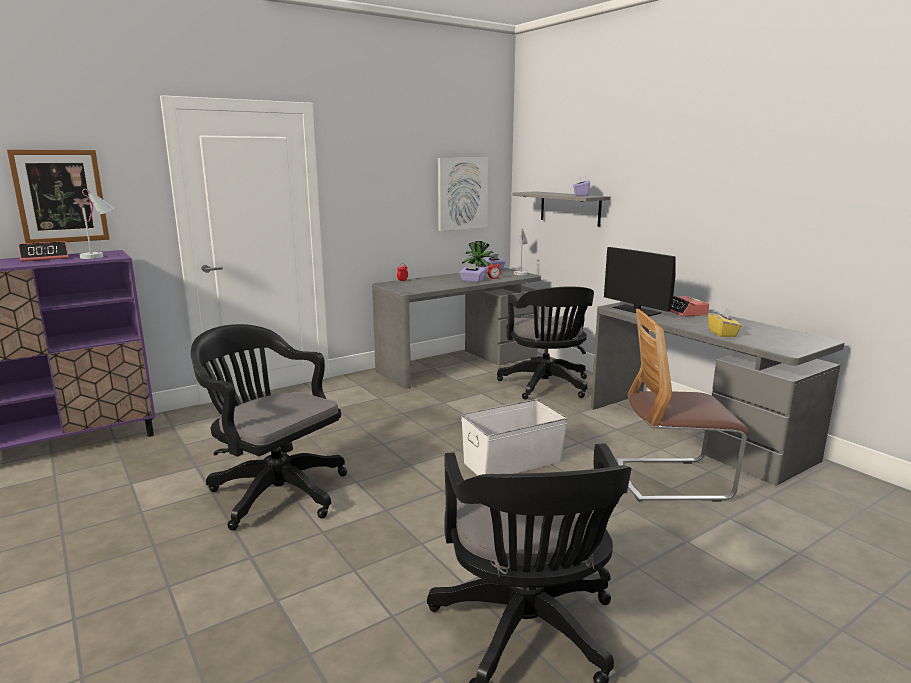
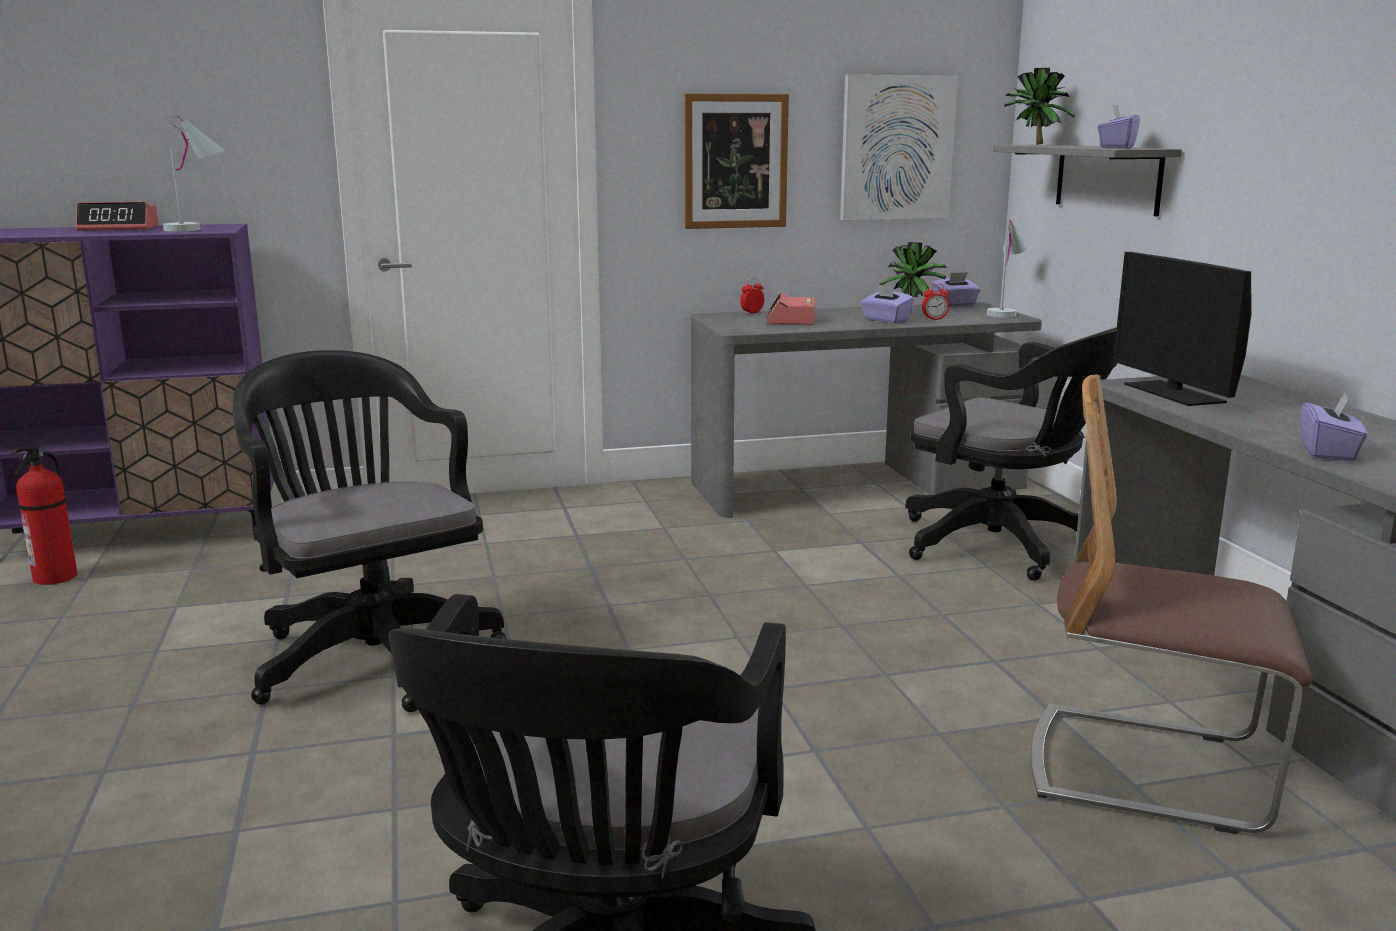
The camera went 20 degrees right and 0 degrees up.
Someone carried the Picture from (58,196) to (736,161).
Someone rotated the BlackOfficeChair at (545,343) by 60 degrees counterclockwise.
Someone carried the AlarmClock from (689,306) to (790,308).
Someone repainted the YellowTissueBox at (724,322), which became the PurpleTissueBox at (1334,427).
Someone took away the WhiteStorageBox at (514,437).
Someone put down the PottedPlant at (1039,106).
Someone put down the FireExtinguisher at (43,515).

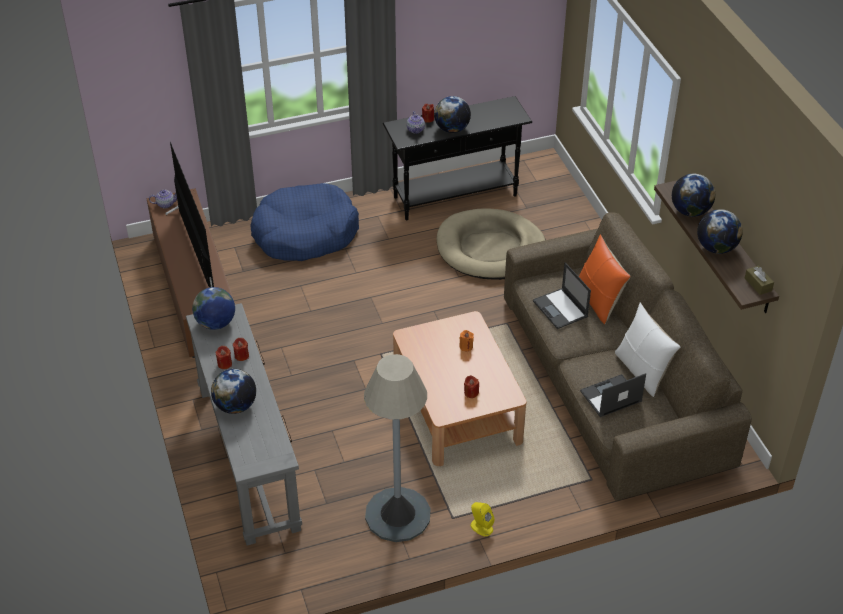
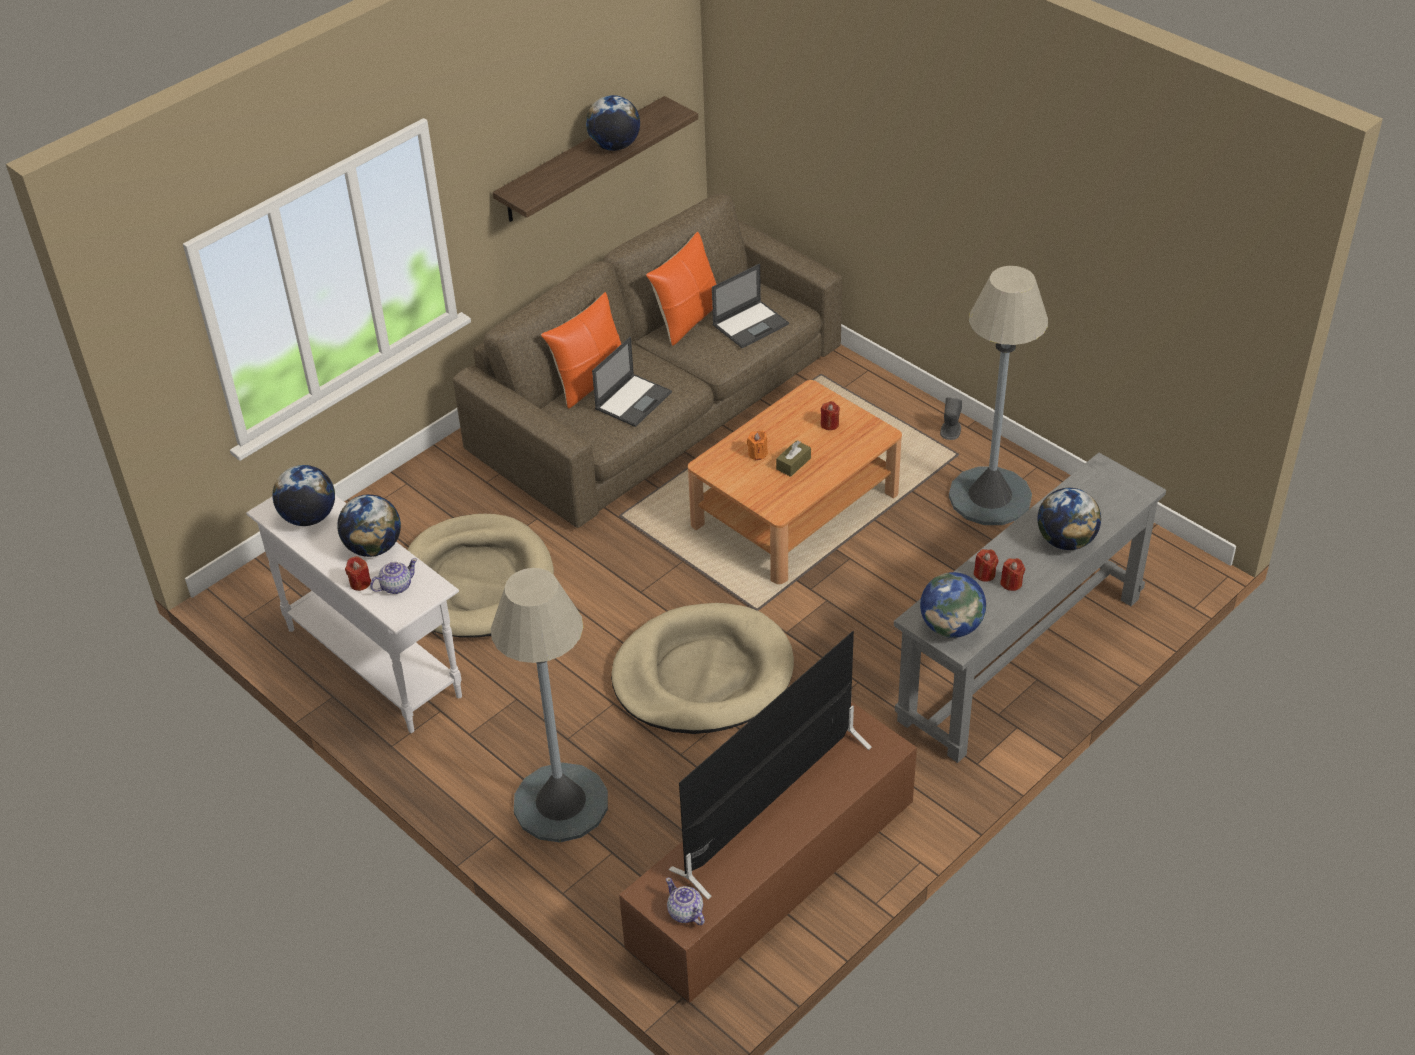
The camera went 115 degrees left and 0 degrees up.
Someone repainted the BlackConsoleTable at (457,158), which became the WhiteConsoleTable at (354,614).
Someone carried the Globe from (693,195) to (303,495).
Someone swapped the BlueDogBed at (305,222) for the GreyFloorLamp at (549,705).
Someone carried the BrownTissueBox from (759,280) to (793,458).
Someone repainted the WhitePillow at (648,350), which became the OrangePillow at (681,288).
Someone rotated the Laptop at (613,395) by 75 degrees counterclockwise.
Someone repainted the YellowSpeaker at (482,519), which became the GreySpeaker at (951,418).
Someone put down the BeigeDogBed at (702,668).

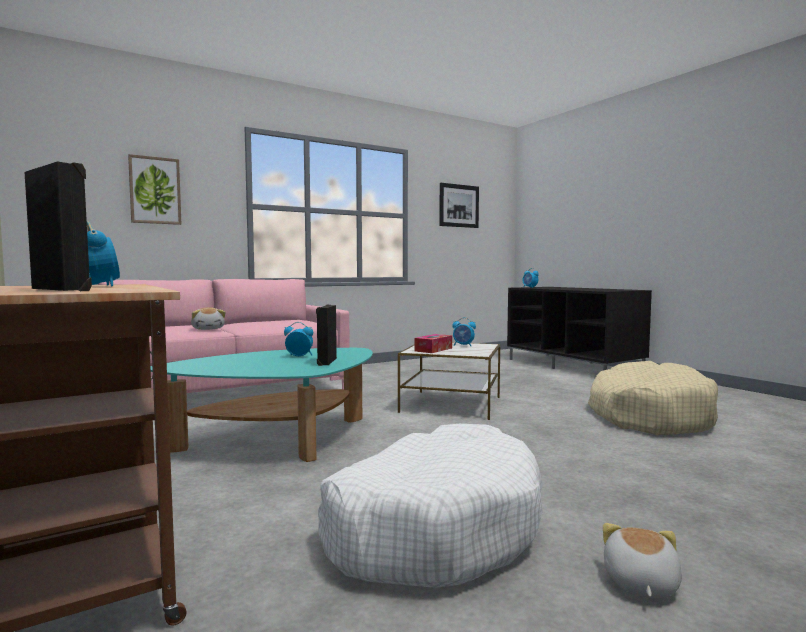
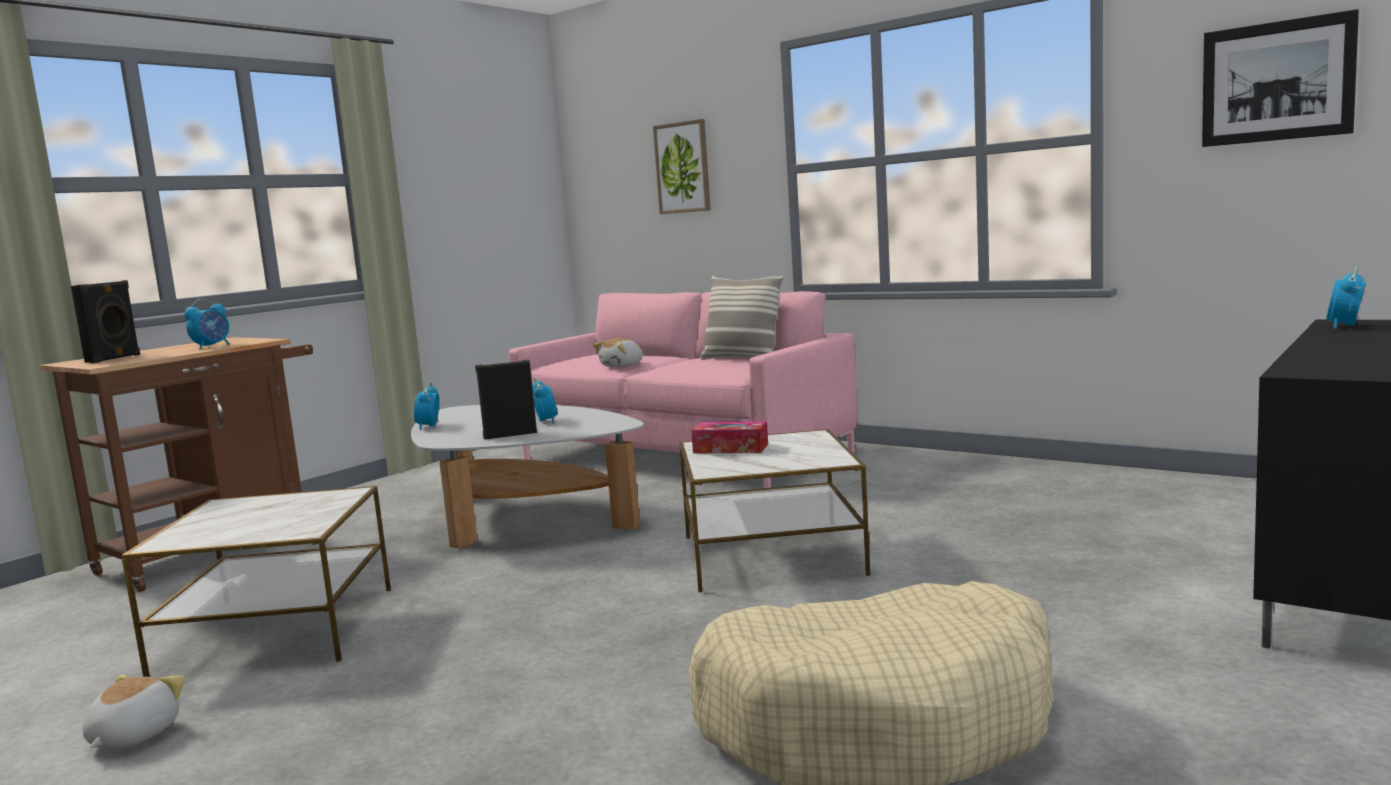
The camera went 70 degrees right and 5 degrees up.
Someone carried the AlarmClock from (464,331) to (426,406).
Someone repainted the TurquoiseCoffeeTable at (261,405), which became the WhiteCoffeeTable at (527,476).
Someone swapped the WhiteDogBed at (430,506) for the SideTable at (256,581).
Someone rotated the PlushToy at (642,560) by 75 degrees counterclockwise.
Someone put down the Pillow at (741,317).

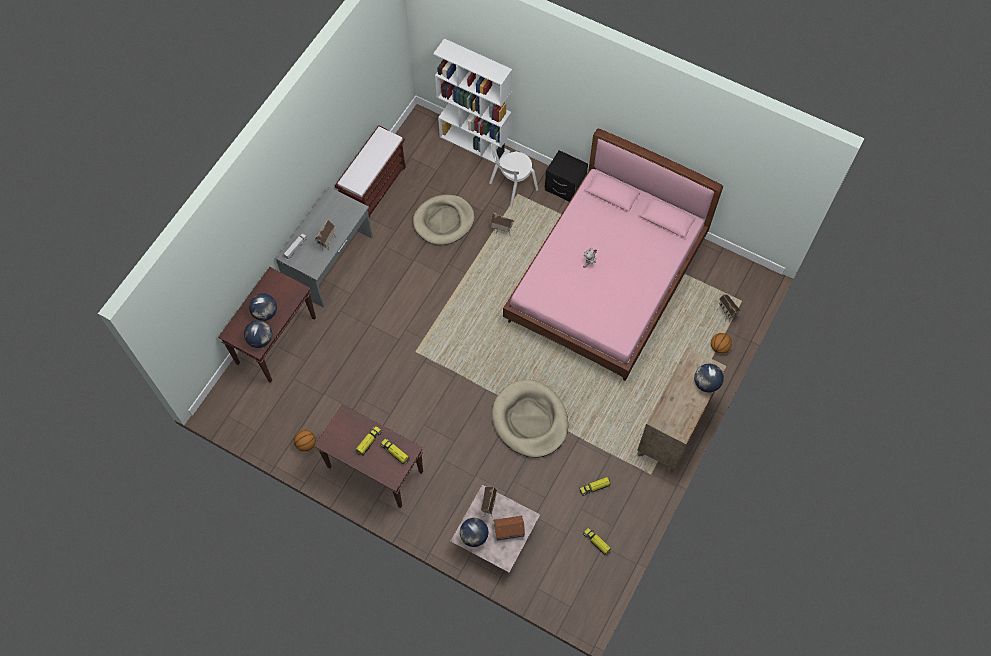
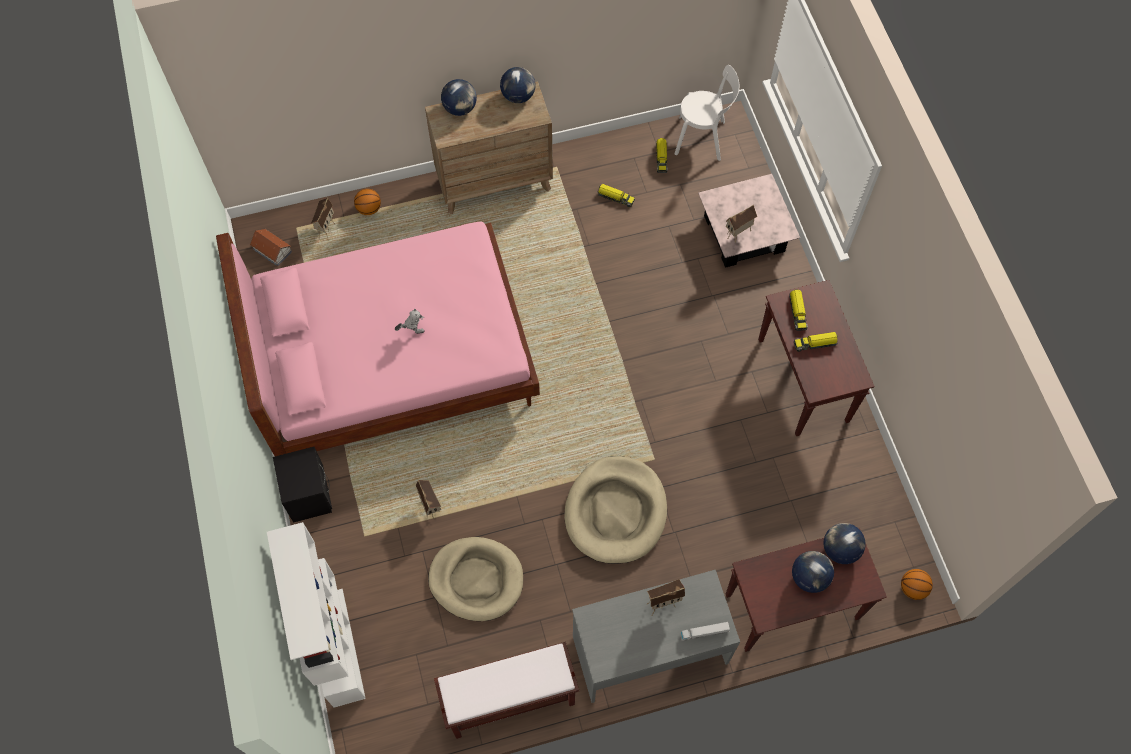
The camera went 135 degrees left and 0 degrees up.
Someone carried the WhiteChair from (513,175) to (706,113).
Someone carried the BeigeDogBed from (530,418) to (615,510).
Someone carried the Basketball from (305,441) to (917,584).
Someone carried the ToyHouse from (509,528) to (271,247).
Someone carried the Globe from (474,532) to (518,85).

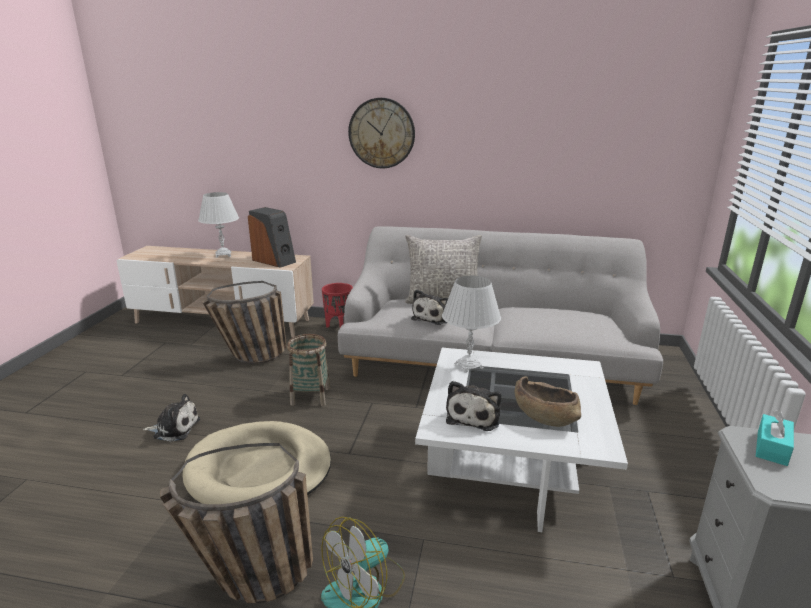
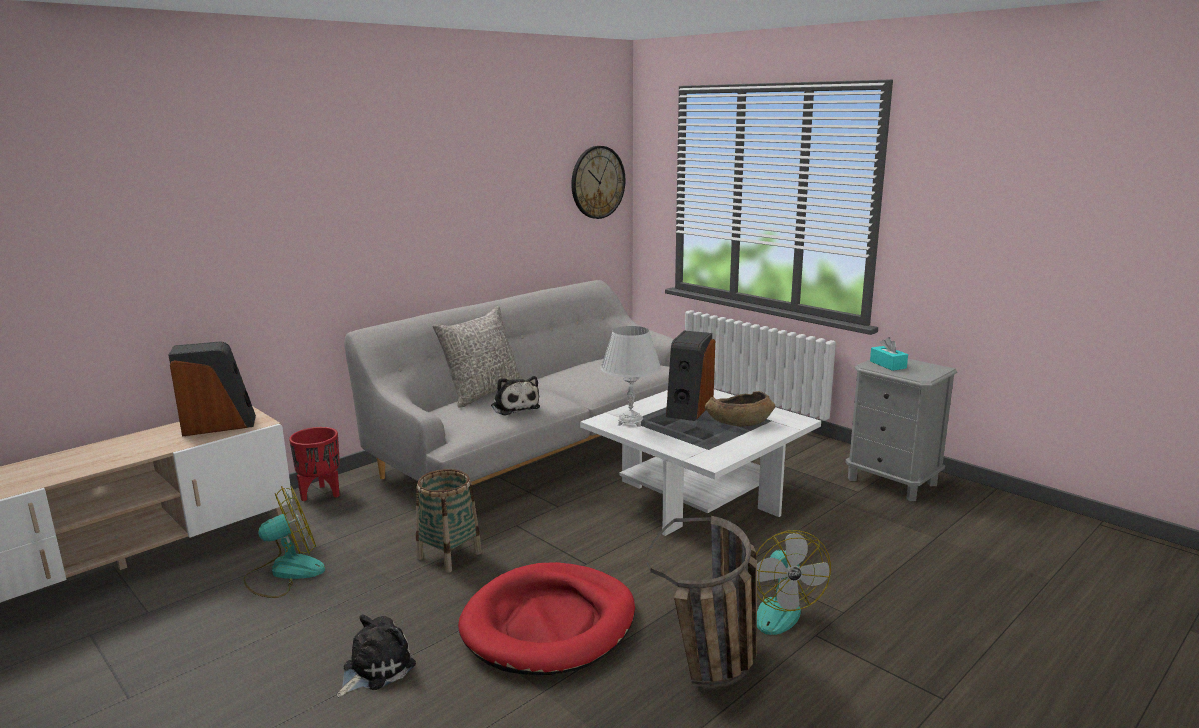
The camera went 55 degrees left and 5 degrees down.
Someone carried the WallClock from (381,133) to (598,182).
Someone took away the WhiteTableLamp at (218,225).
Someone swapped the Basket at (244,322) for the Fan at (284,542).
Someone took away the PlushToy at (473,406).
Someone repainted the BeigeDogBed at (256,462), which became the RedDogBed at (546,618).
Someone put down the Speaker at (690,376).

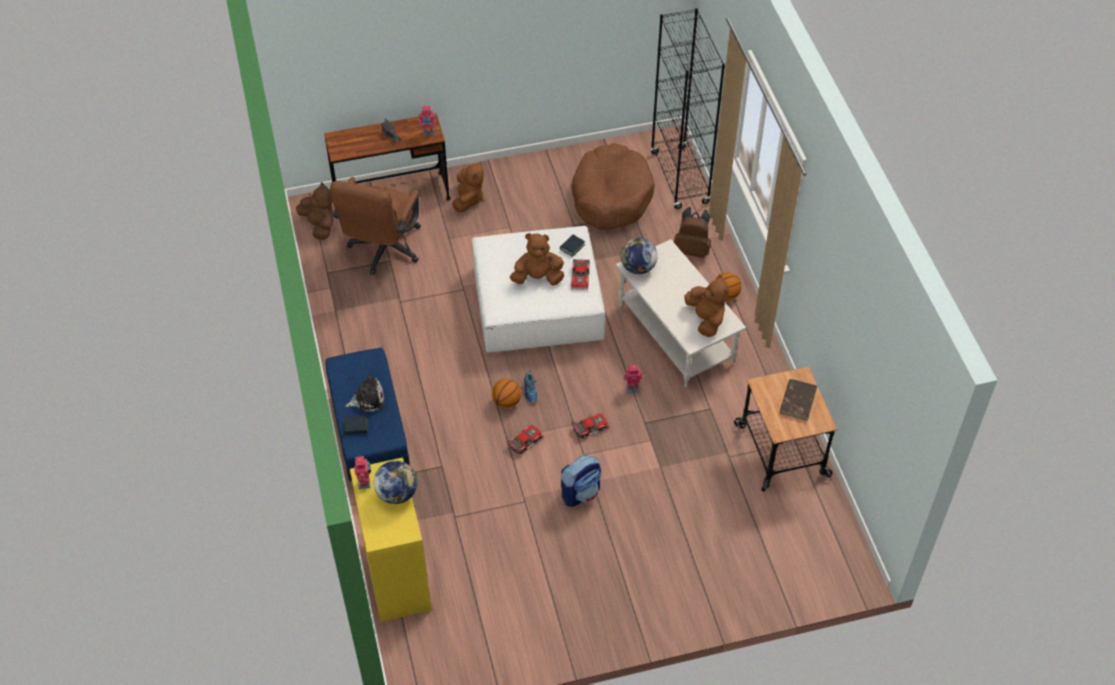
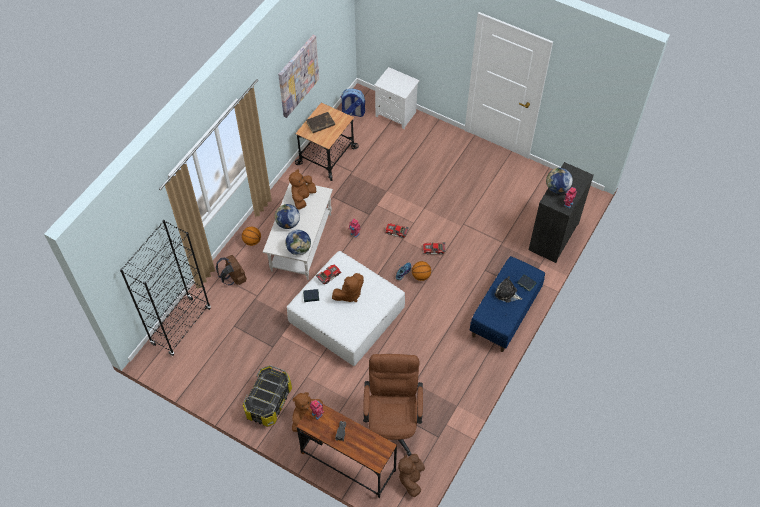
The camera went 135 degrees left and 5 degrees up.
Someone took away the BrownDogBed at (613,186).
Someone rotated the BrownOfficeChair at (375,226) by 60 degrees counterclockwise.
Someone rotated the BrownPlushToy at (537,259) by 75 degrees counterclockwise.
Someone carried the Backpack from (581,481) to (352,103).
Someone repainted the YellowDresser at (391,540), which became the BlackDresser at (561,212).
Someone put up the Picture at (298,76).
Someone put down the WhiteNightstand at (397,98).
Someone put down the Globe at (287,216).
Someone put down the StorageBox at (267,396).

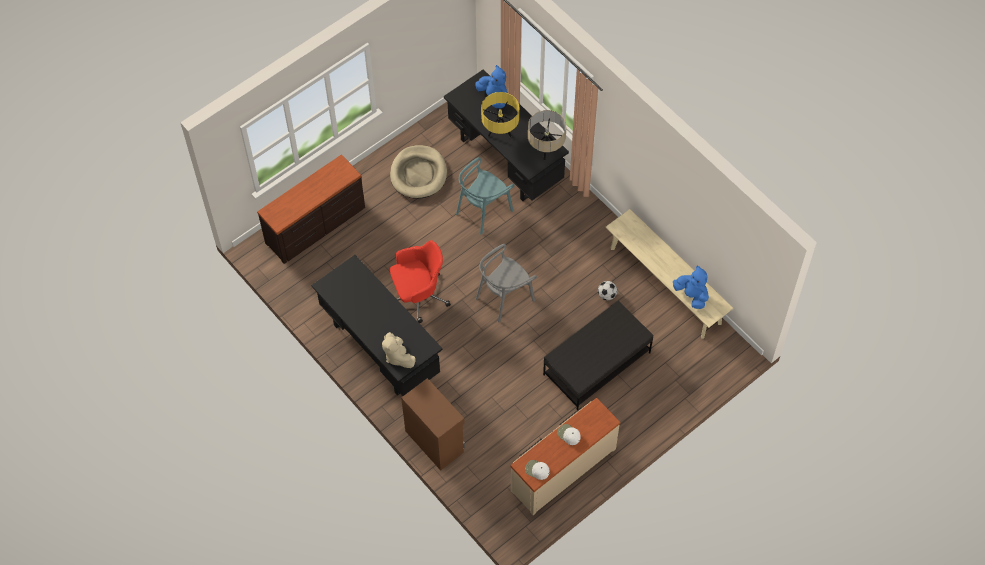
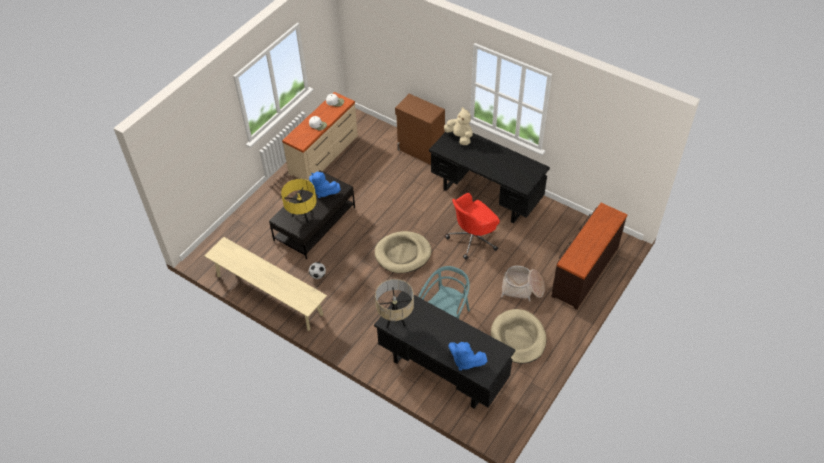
The camera went 165 degrees right and 10 degrees down.
Someone carried the YellowTableLamp from (500,114) to (299,201).
Someone swapped the GreyChair at (506,283) for the BeigeDogBed at (403,252).
Someone carried the BluePlushToy from (691,287) to (325,185).
Someone put down the Basket at (523,283).

